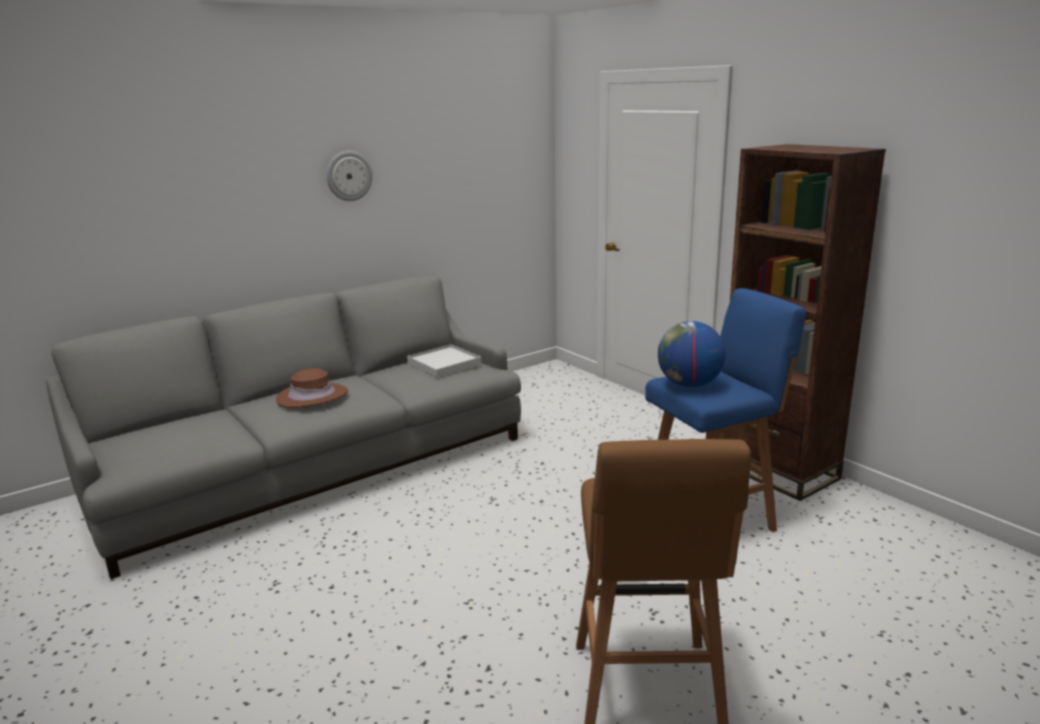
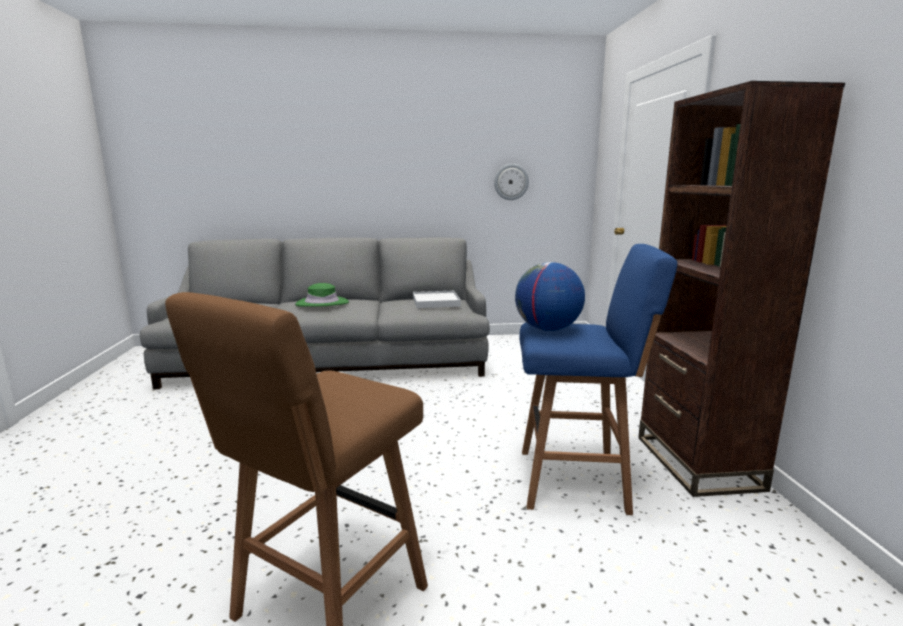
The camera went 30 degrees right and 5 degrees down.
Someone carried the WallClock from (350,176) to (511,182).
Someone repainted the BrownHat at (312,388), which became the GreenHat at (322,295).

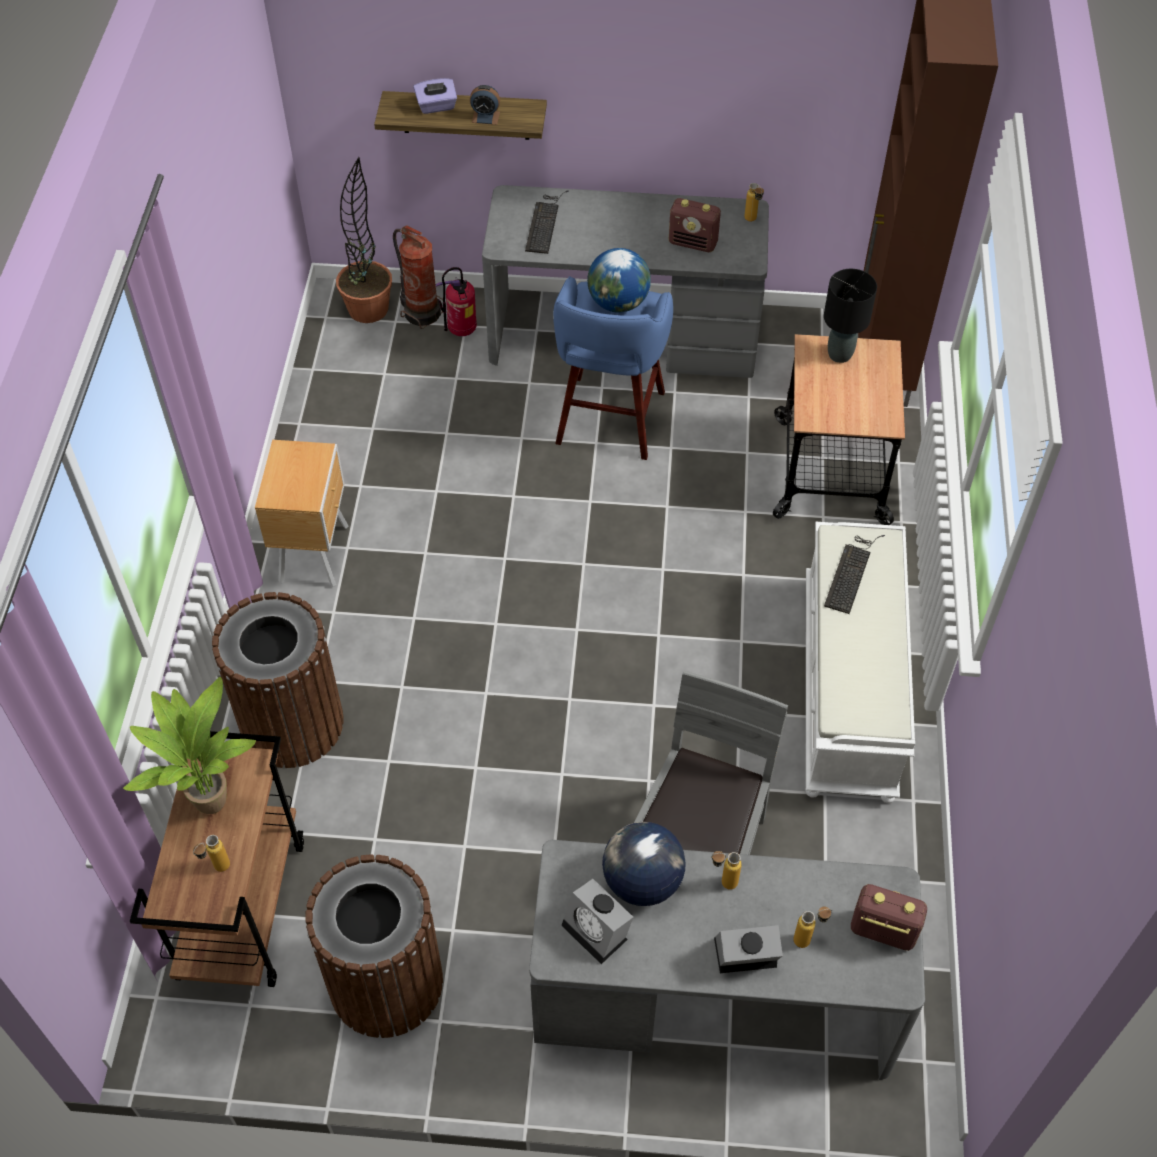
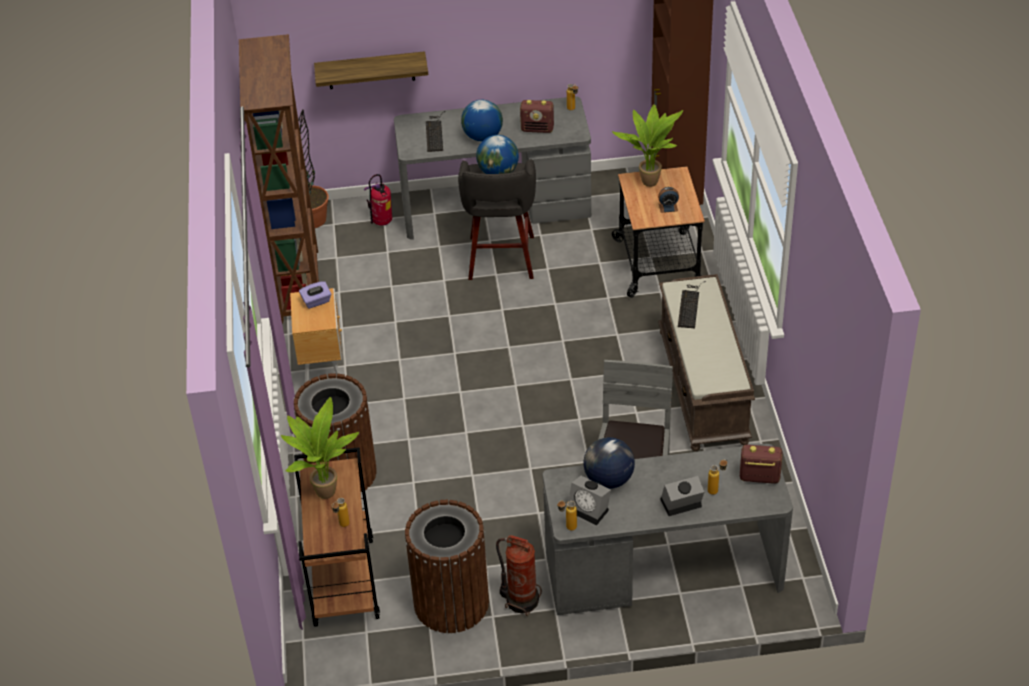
The camera went 10 degrees left and 10 degrees down.
Someone carried the PurpleTissueBox from (435,96) to (315,295).
Someone carried the AlarmClock from (485,105) to (668,200).
Someone carried the FireExtinguisher from (418,277) to (519,575).
Someone swapped the BlackTableLamp at (850,316) for the PottedPlant at (647,145).
Someone repainted the BlueStool at (613,368), which became the GreyStool at (497,219).
Someone repainted the WhiteBench at (860,662), which became the BrownBench at (706,362).
Someone carried the Bottle from (726,870) to (567,515).
Someone put down the BrownBookcase at (279,179).
Someone put down the Globe at (482,120).

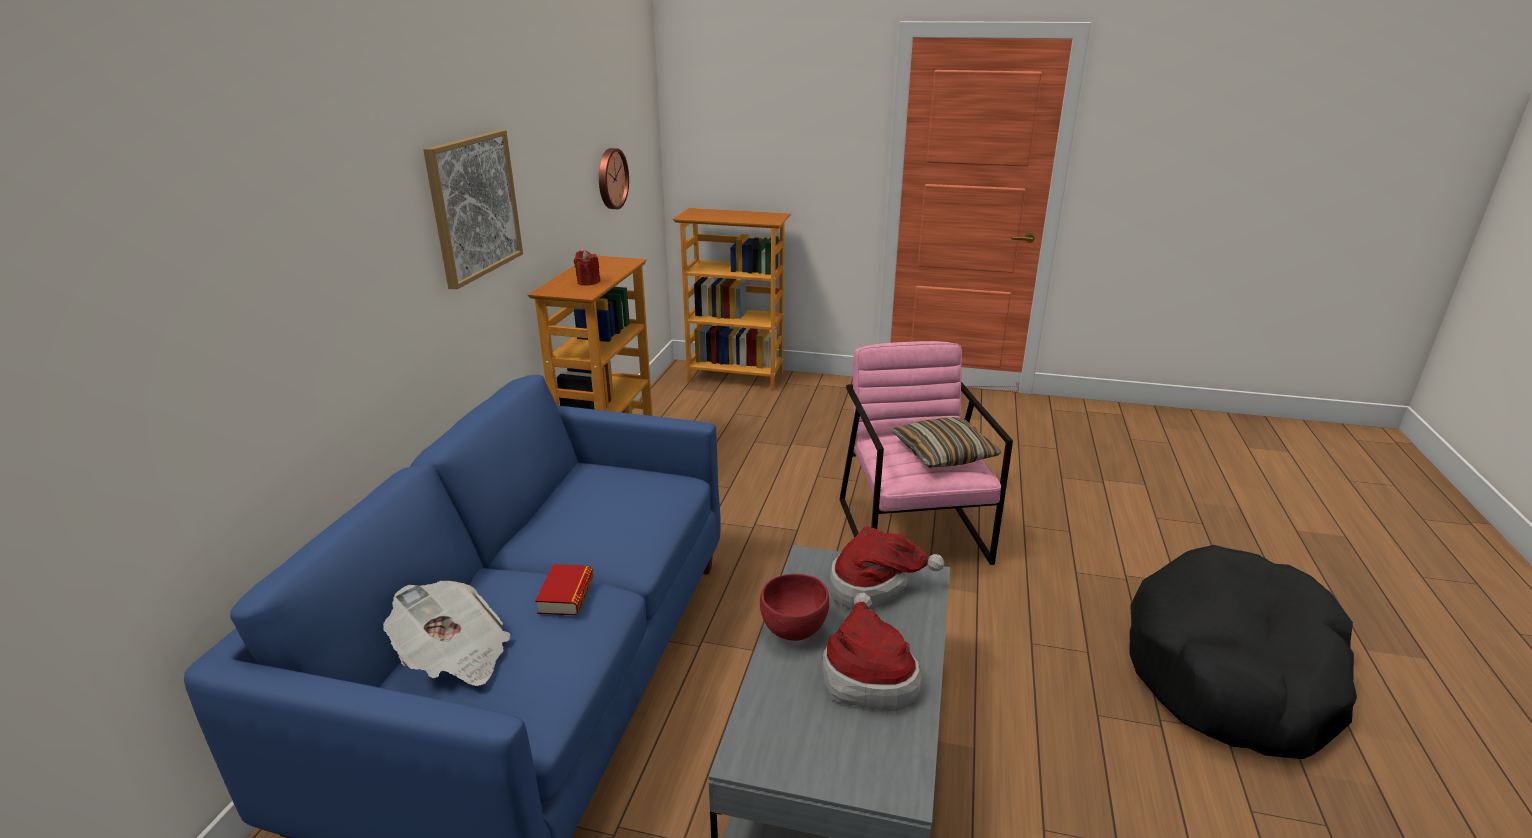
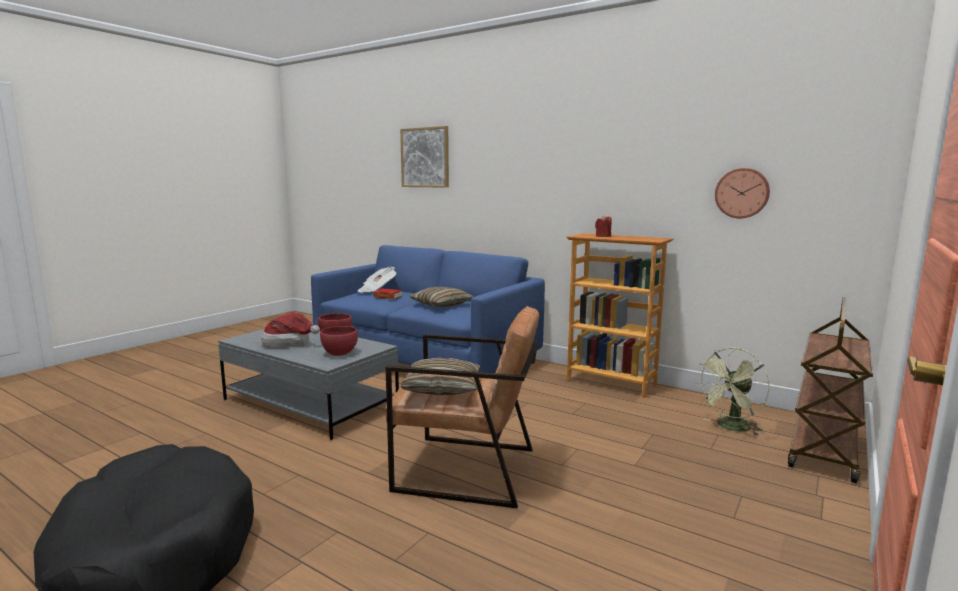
The camera went 110 degrees right and 15 degrees down.
Someone carried the Picture from (473,210) to (424,157).
Someone swapped the Bookcase at (732,299) for the BrownCart at (830,390).
Someone repainted the PinkArmchair at (926,453), which became the BrownArmchair at (462,407).
Someone swapped the Hat at (887,568) for the RedBowl at (339,341).
Someone put down the Pillow at (442,297).
Someone put down the GreenFan at (733,392).

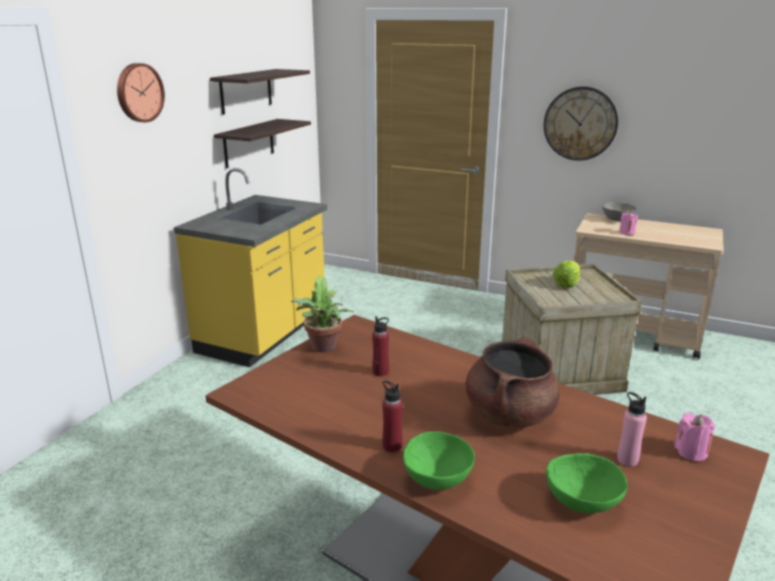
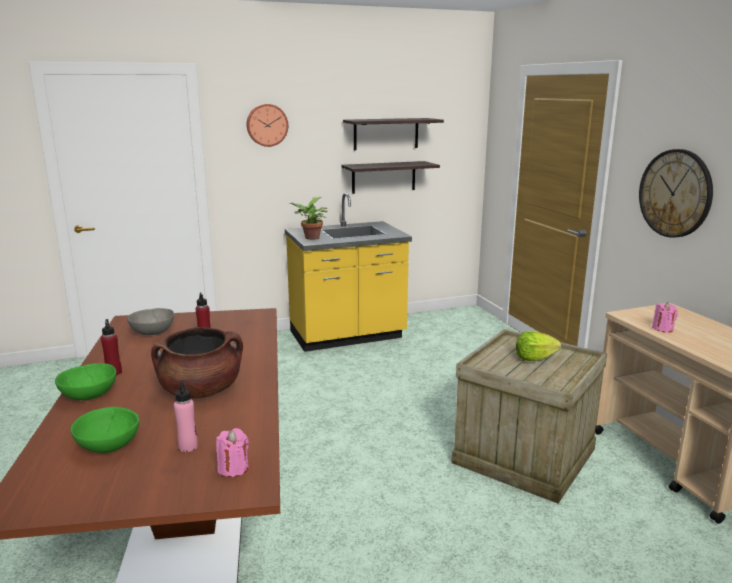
The camera went 45 degrees right and 5 degrees down.
Someone carried the GreyBowl from (619,211) to (150,321).
Someone carried the PottedPlant from (322,314) to (308,218).

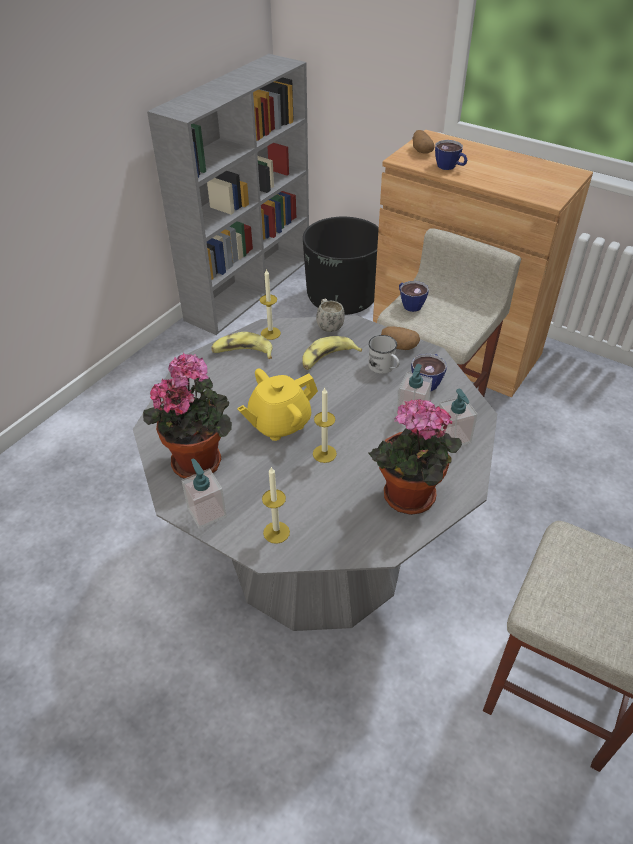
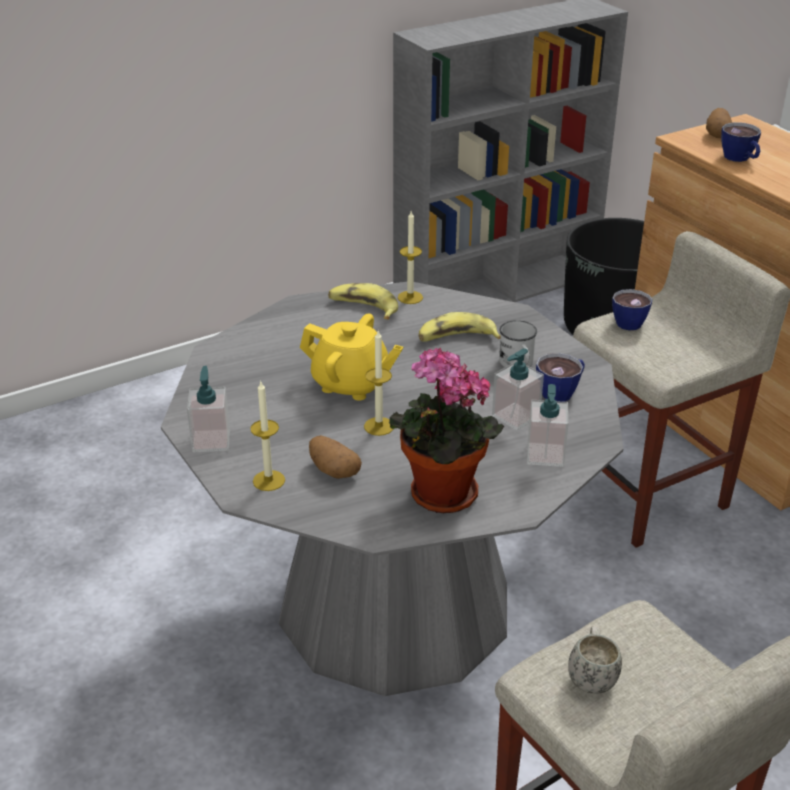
The camera went 25 degrees right and 10 degrees down.
Someone carried the WhiteMug from (330,315) to (595,660).
Someone carried the Potato from (400,338) to (335,457).
Someone took away the PottedPlant at (187,416).
Someone rotated the YellowTeapot at (277,405) by 150 degrees counterclockwise.

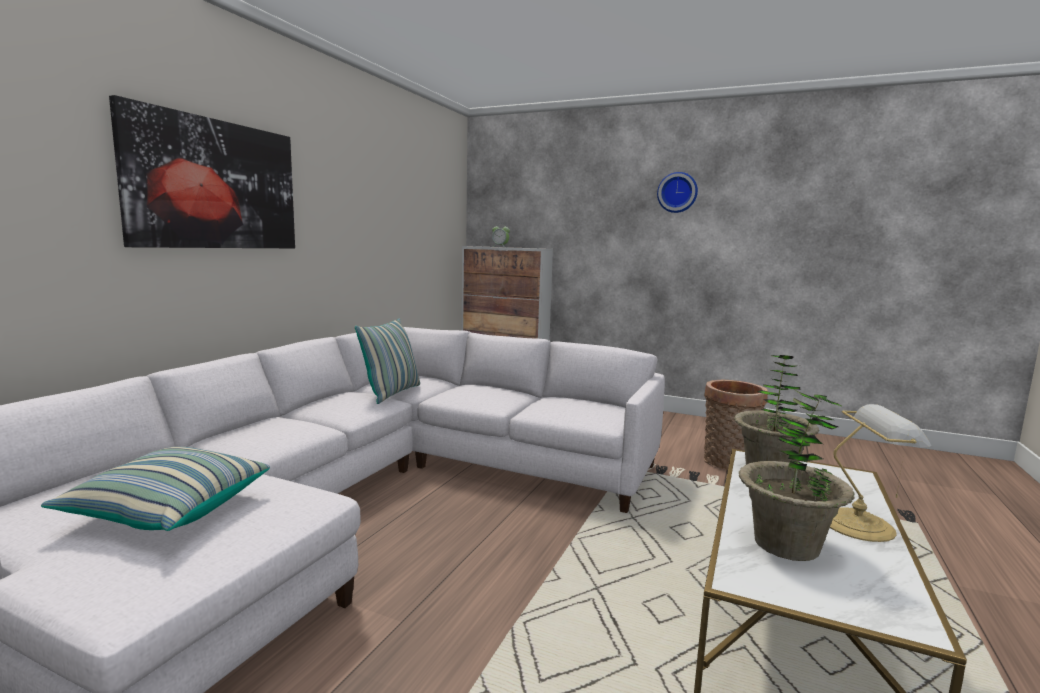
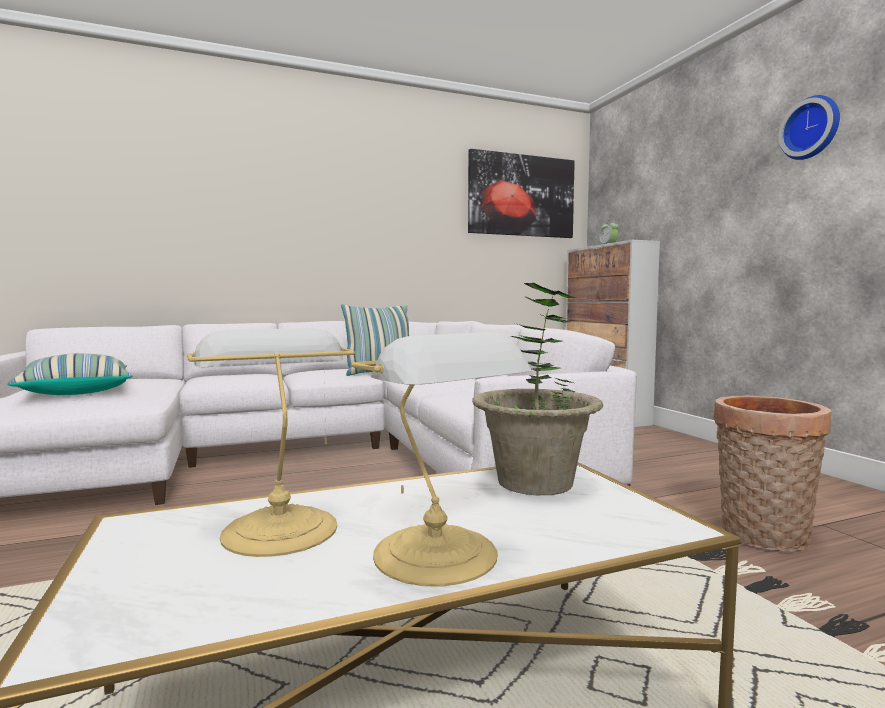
The camera went 45 degrees right and 5 degrees down.
Someone carried the Picture from (202,171) to (521,193).
Someone swapped the PottedPlant at (797,475) for the TableLamp at (271,442).

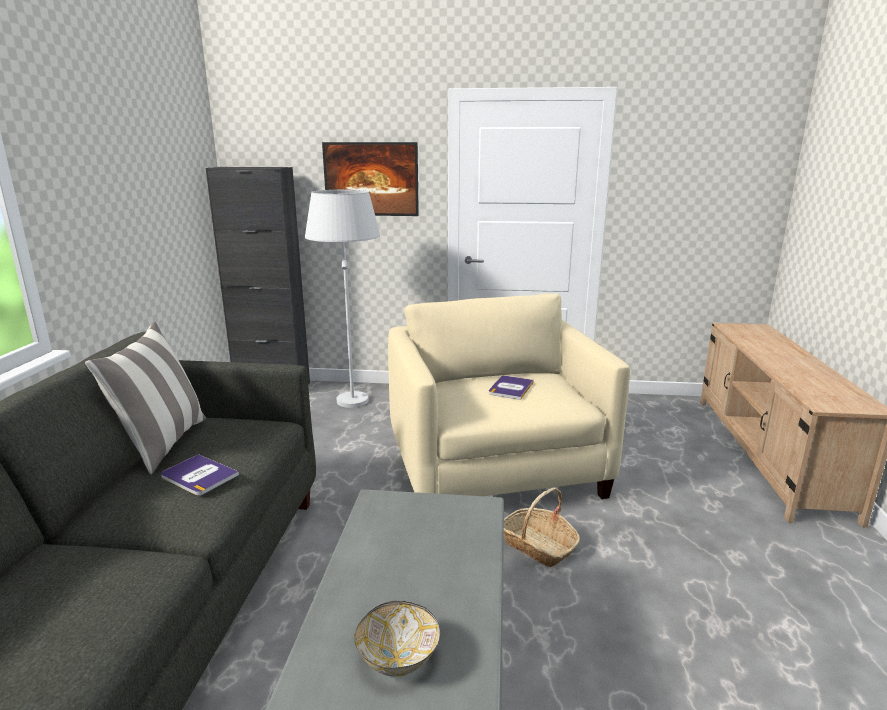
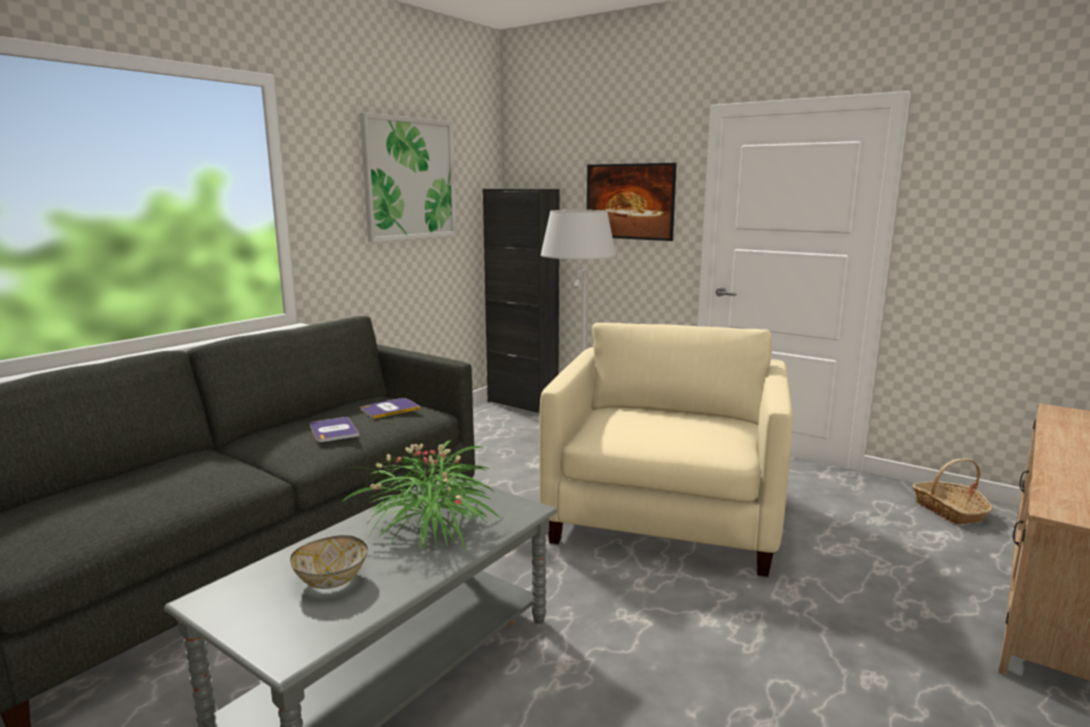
The camera went 30 degrees right and 5 degrees down.
Someone took away the Pillow at (145,398).
Someone carried the Book from (511,388) to (390,408).
Someone carried the Basket from (542,527) to (952,491).
Someone put up the Picture at (408,177).
Someone put down the PottedPlant at (420,495).

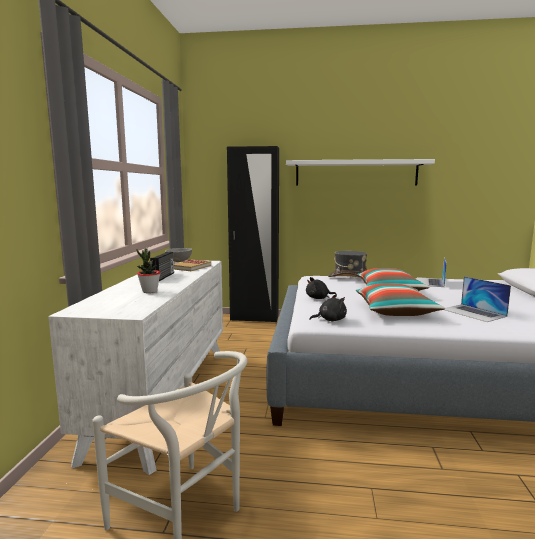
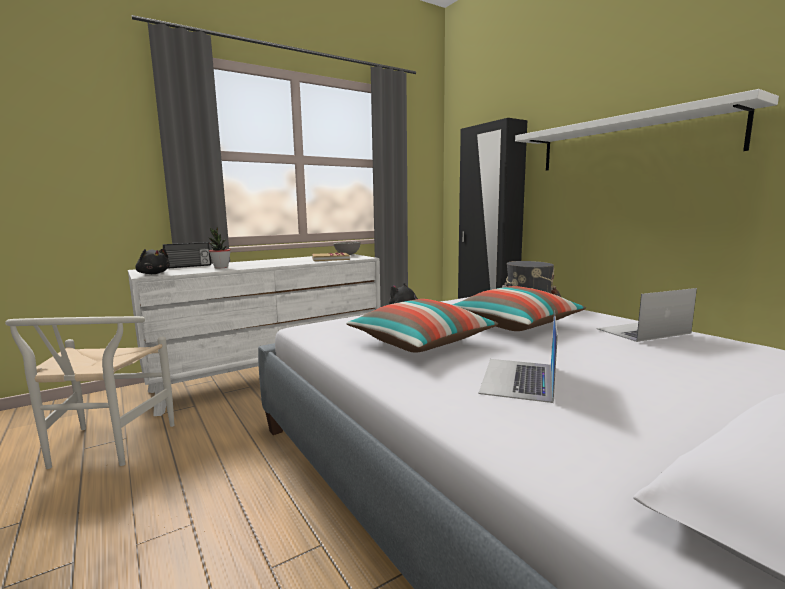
The camera went 50 degrees right and 0 degrees up.
Someone carried the Radio from (162,266) to (187,255).
Someone carried the BlackPlushToy from (328,307) to (152,261).

